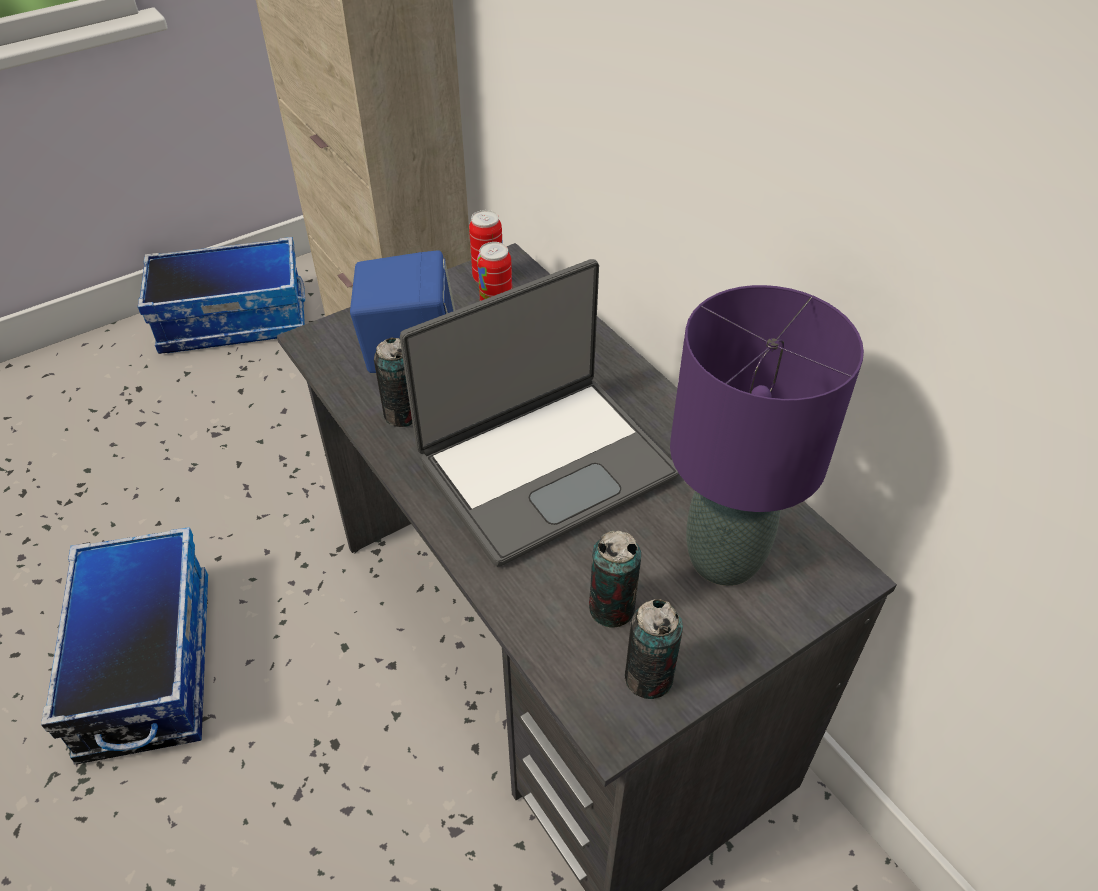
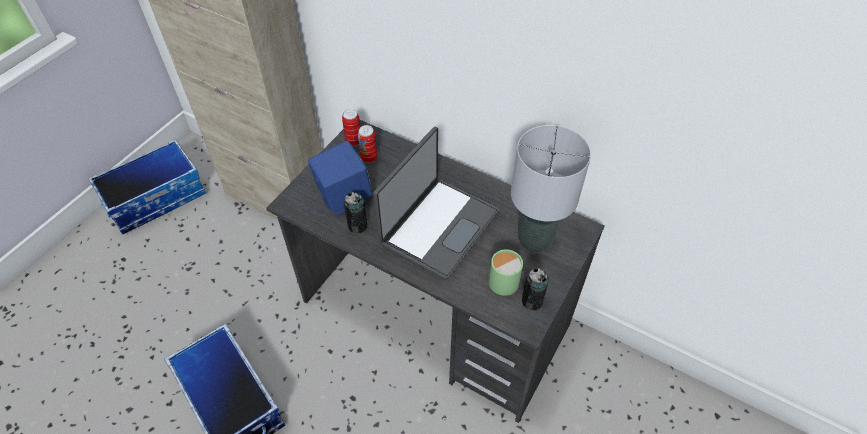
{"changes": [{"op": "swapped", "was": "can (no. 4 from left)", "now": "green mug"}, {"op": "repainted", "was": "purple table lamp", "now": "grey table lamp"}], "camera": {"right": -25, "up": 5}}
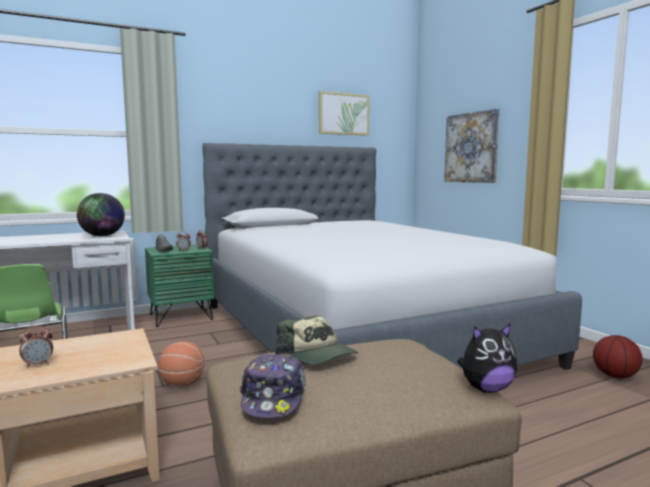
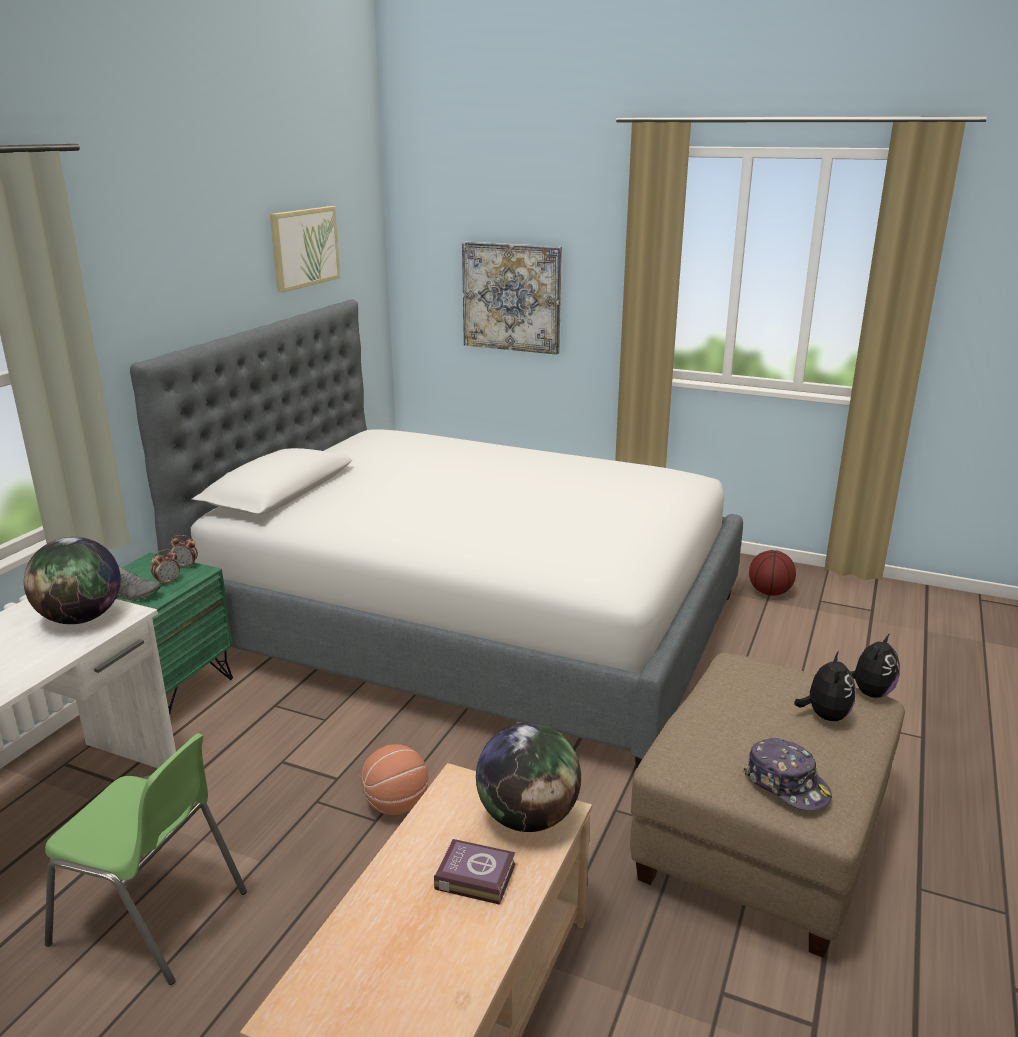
{"changes": [{"op": "gone", "was": "cap (no. 2 from left)"}, {"op": "new", "now": "globe (no. 2 from left)"}, {"op": "new", "now": "plush toy (no. 1 from left)"}, {"op": "swapped", "was": "alarm clock (no. 1 from left)", "now": "book"}], "camera": {"right": -40, "up": 15}}
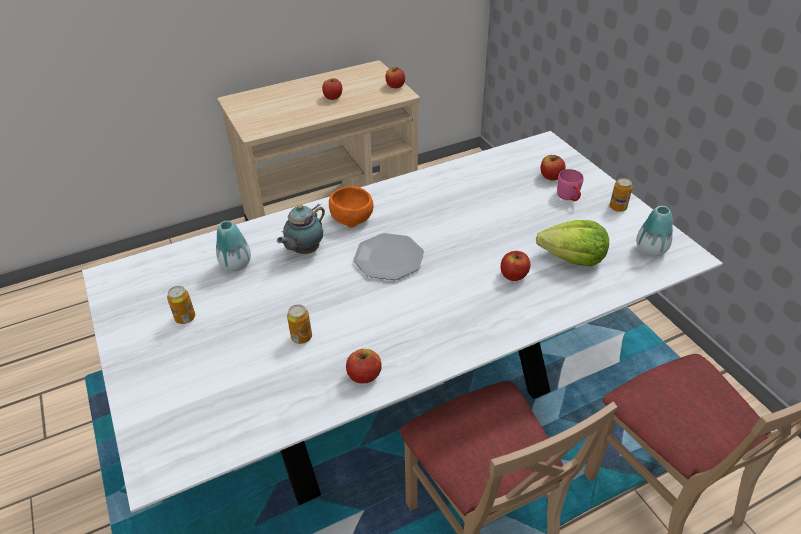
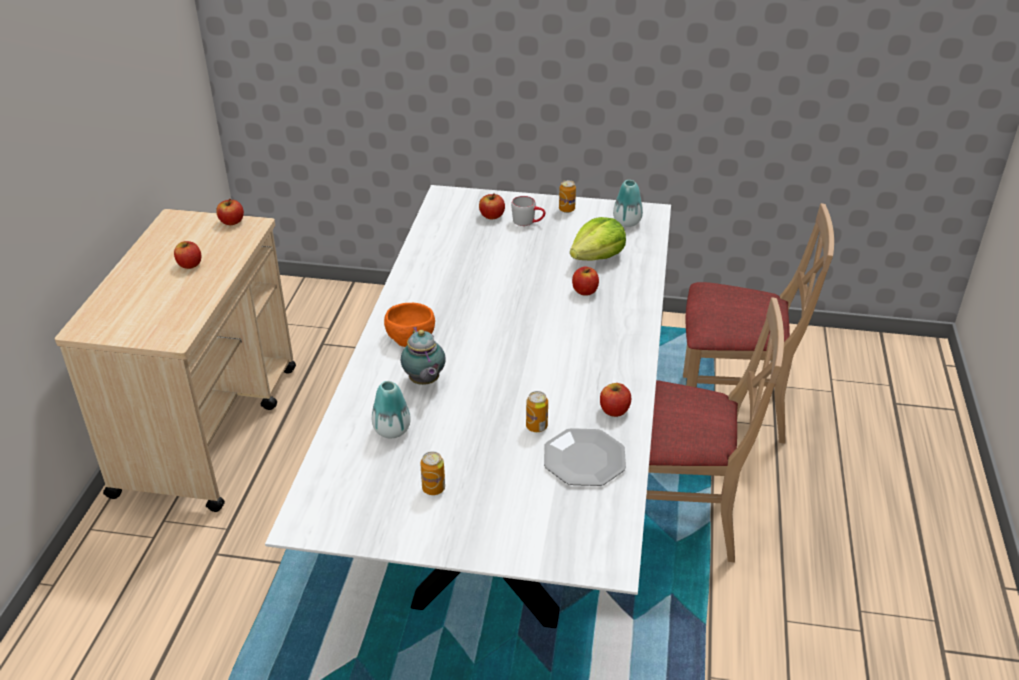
{"changes": [{"op": "shifted", "was": "plate"}, {"op": "repainted", "was": "pink mug", "now": "grey mug"}], "camera": {"right": -55, "up": -5}}
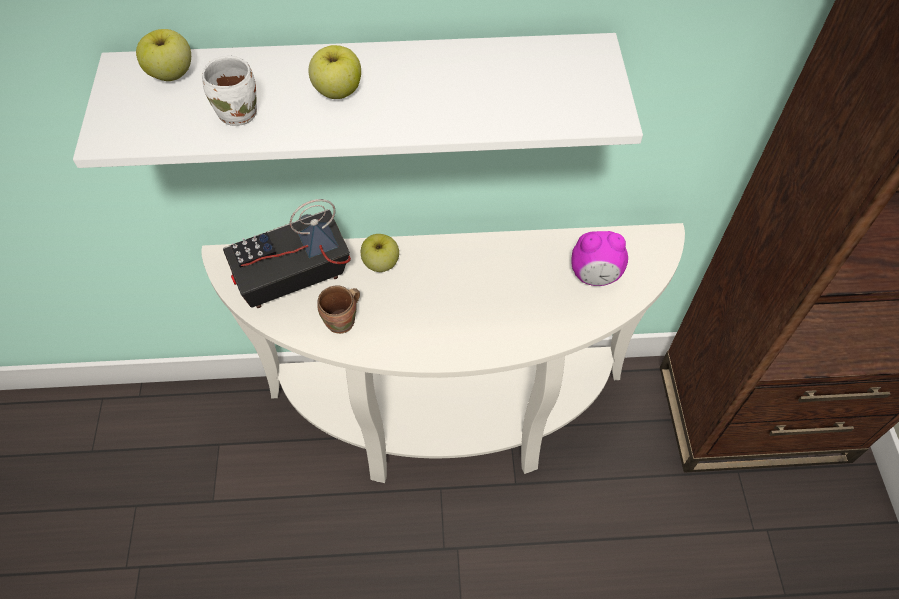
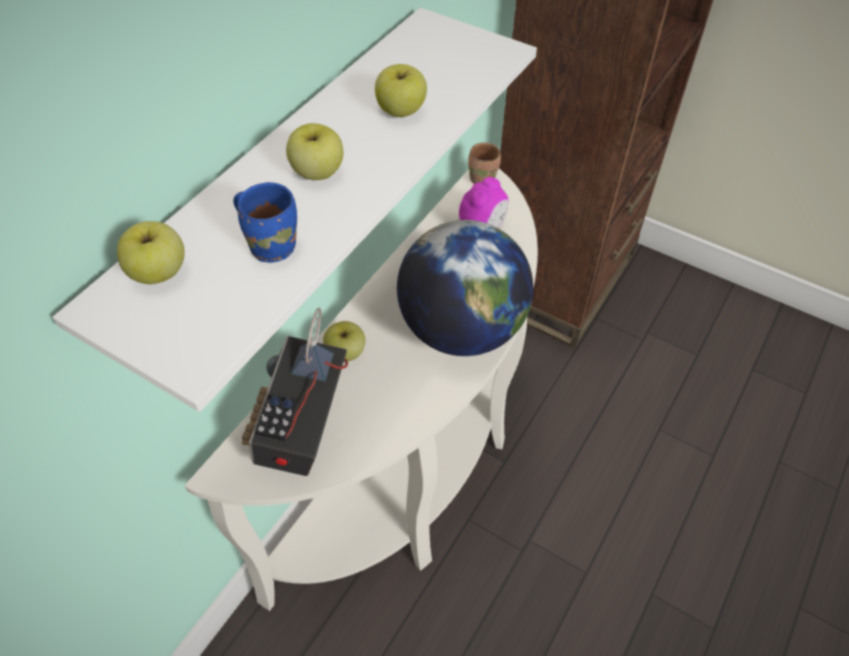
{"changes": [{"op": "new", "now": "apple (no. 4 from left)"}, {"op": "new", "now": "globe"}, {"op": "shifted", "was": "brown mug"}, {"op": "repainted", "was": "white mug", "now": "blue mug"}], "camera": {"right": -55, "up": -5}}
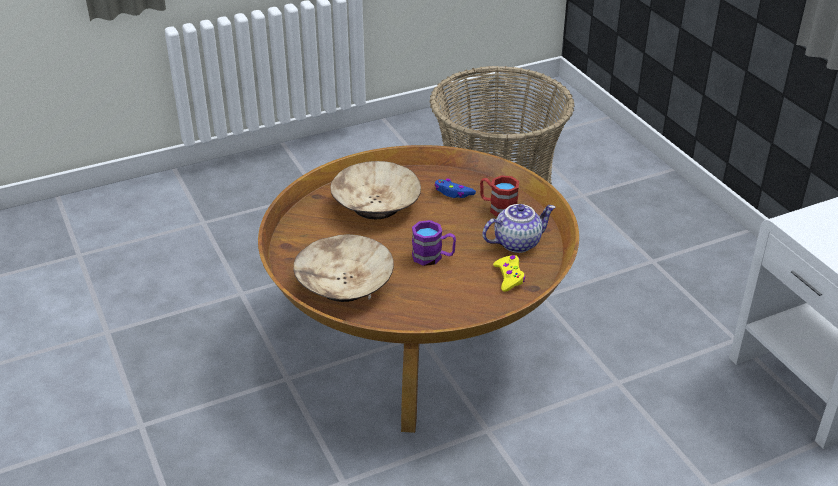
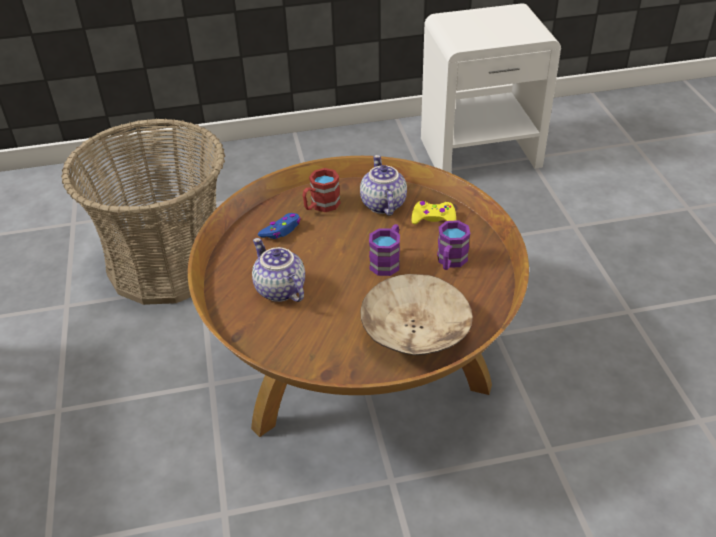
{"changes": [{"op": "new", "now": "purple mug (no. 2 from left)"}, {"op": "swapped", "was": "beige bowl (no. 2 from left)", "now": "teapot (no. 1 from left)"}], "camera": {"right": -75, "up": 5}}
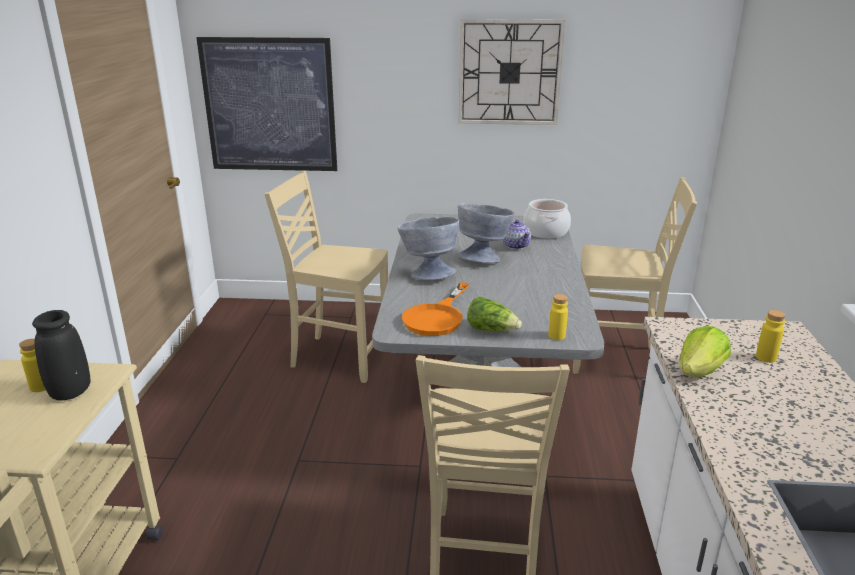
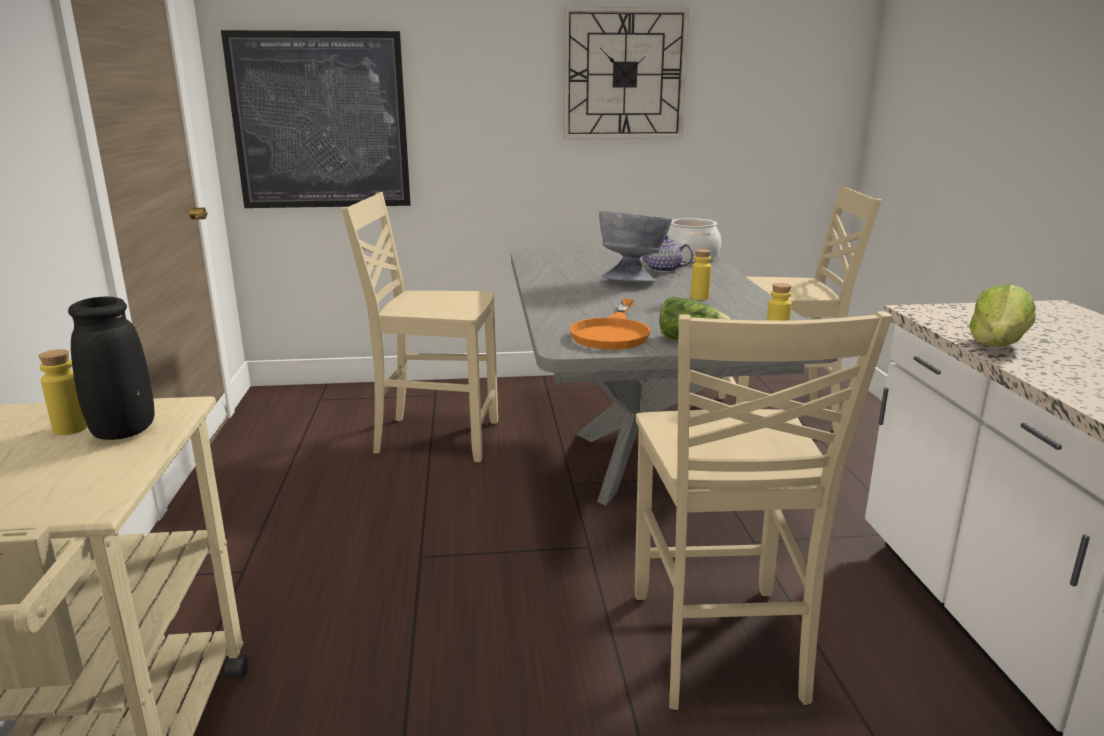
{"changes": [{"op": "gone", "was": "grey bowl (no. 1 from left)"}, {"op": "shifted", "was": "yellow bottle (no. 3 from left in the first image)", "now": "yellow bottle (no. 2 from left)"}, {"op": "rotated", "was": "teapot", "clockwise": 150}], "camera": {"right": -10, "up": -5}}
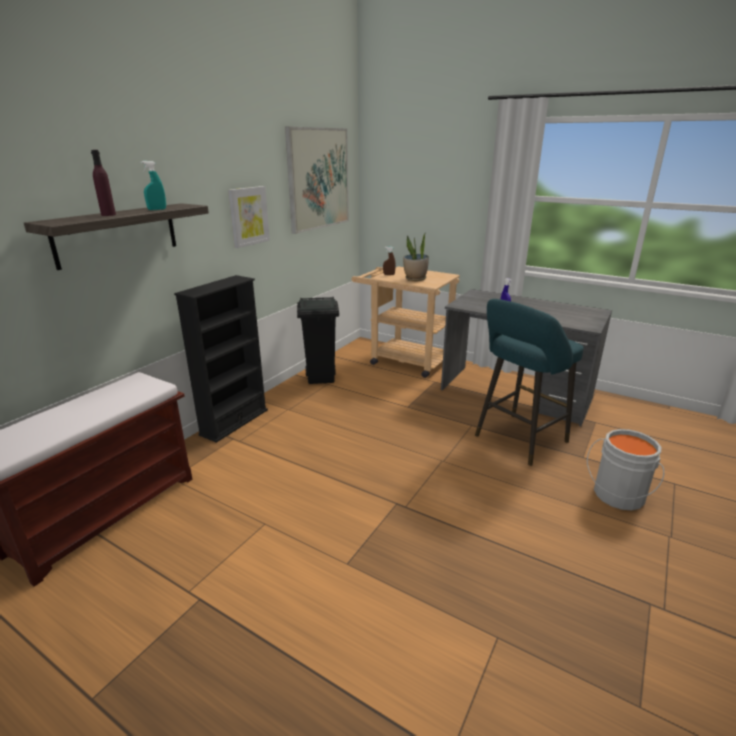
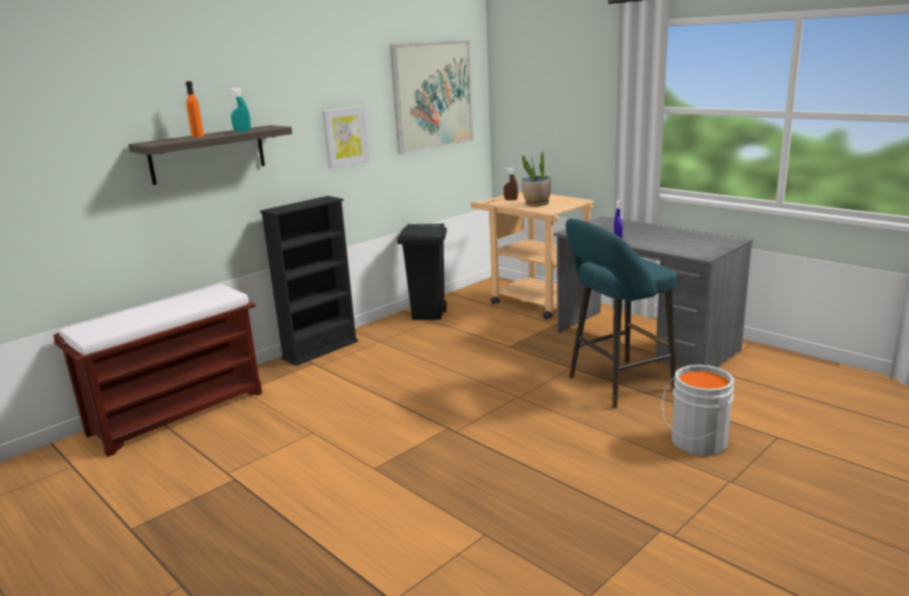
{"changes": [{"op": "repainted", "was": "purple bottle", "now": "orange bottle"}], "camera": {"right": 15, "up": -5}}
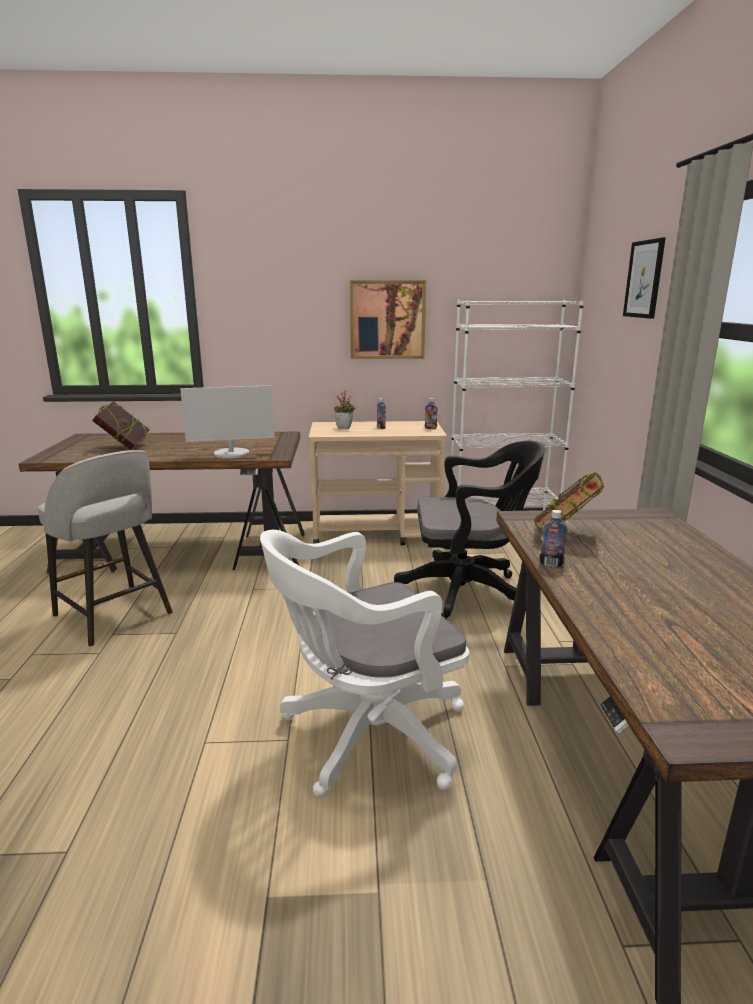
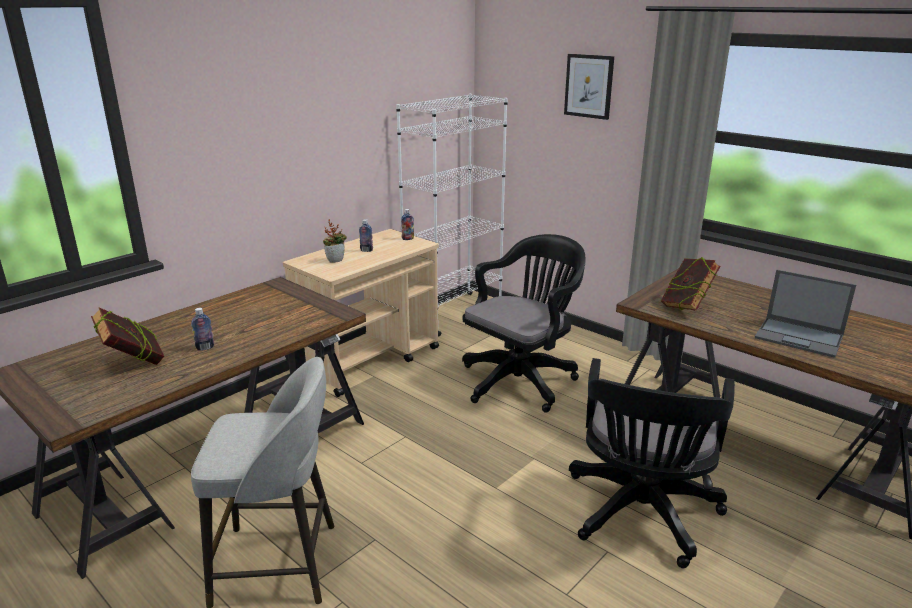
{"changes": [{"op": "gone", "was": "monitor"}, {"op": "gone", "was": "picture (no. 1 from left)"}, {"op": "new", "now": "laptop"}, {"op": "shifted", "was": "bottle (no. 3 from left in the first image)", "now": "bottle (no. 1 from left)"}, {"op": "repainted", "was": "white office chair", "now": "black office chair (no. 2 from left)"}], "camera": {"right": -45, "up": 5}}
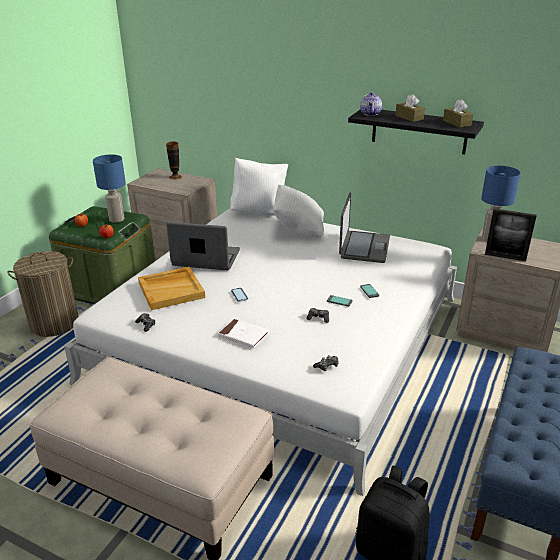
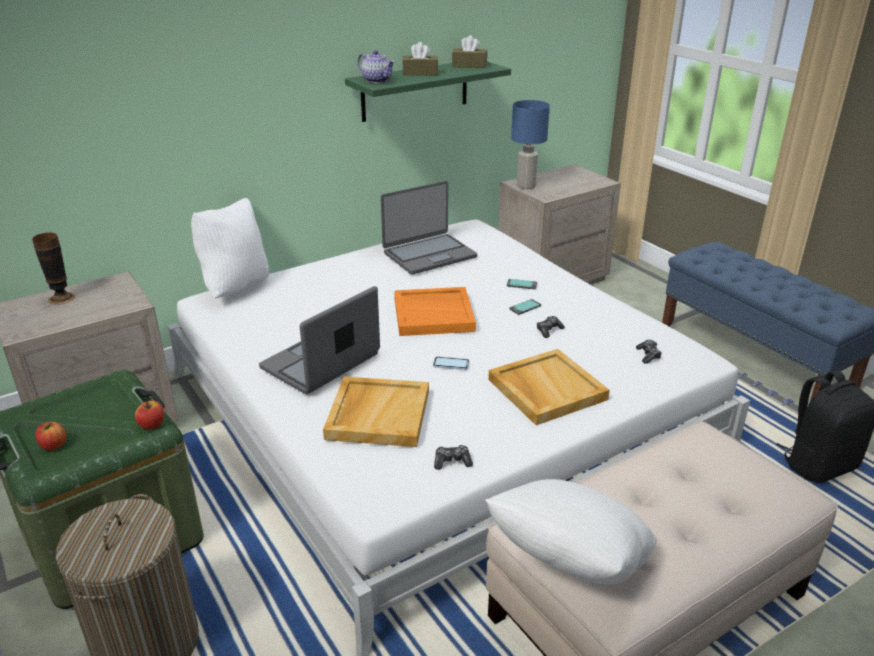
{"changes": [{"op": "gone", "was": "blue table lamp (no. 1 from left)"}, {"op": "gone", "was": "picture frame"}, {"op": "new", "now": "orange tray"}, {"op": "shifted", "was": "white pillow (no. 2 from left)"}, {"op": "swapped", "was": "white book", "now": "beige tray (no. 2 from left)"}, {"op": "repainted", "was": "black shelf", "now": "green shelf"}, {"op": "rotated", "was": "laptop (no. 2 from left)", "clockwise": 105}], "camera": {"right": -60, "up": 0}}
